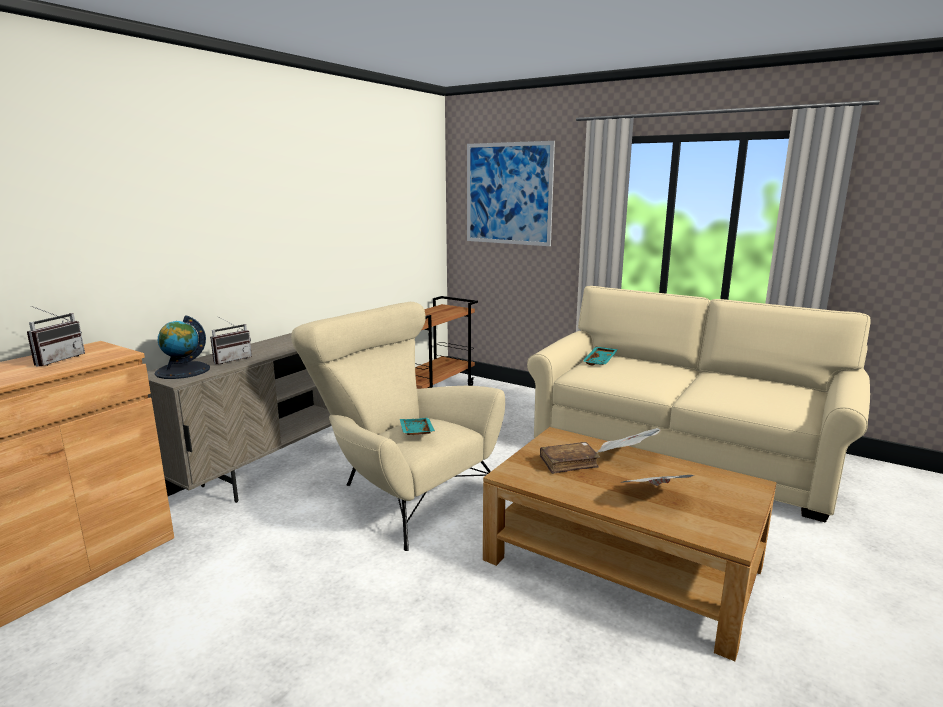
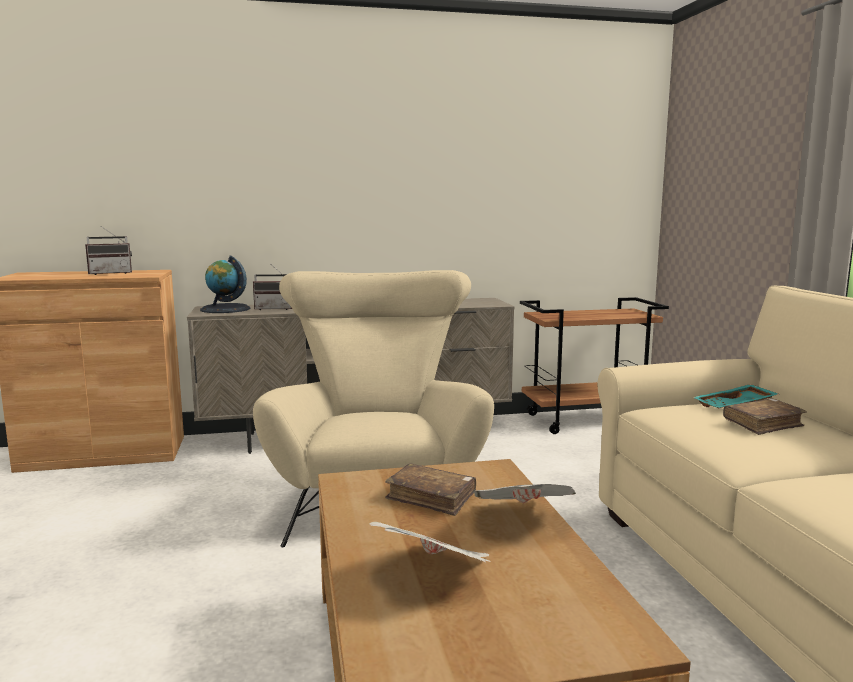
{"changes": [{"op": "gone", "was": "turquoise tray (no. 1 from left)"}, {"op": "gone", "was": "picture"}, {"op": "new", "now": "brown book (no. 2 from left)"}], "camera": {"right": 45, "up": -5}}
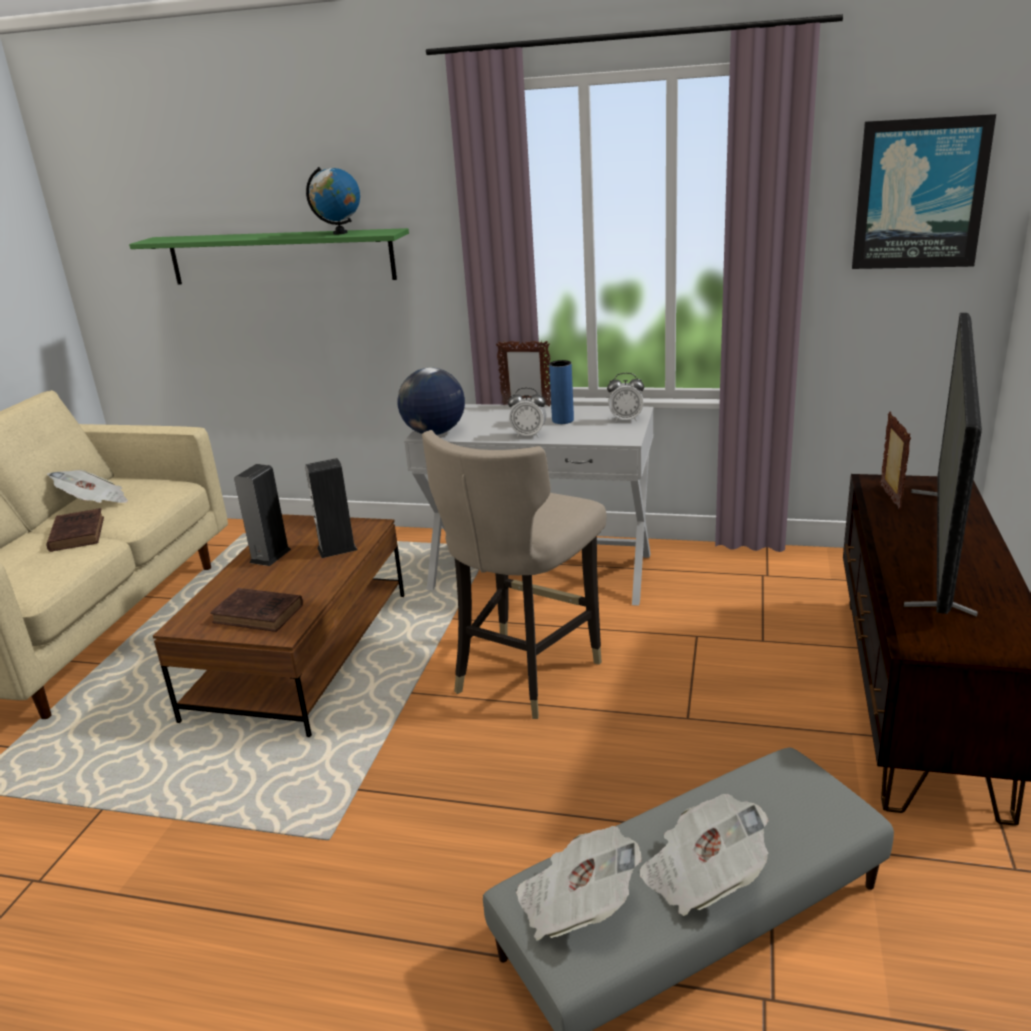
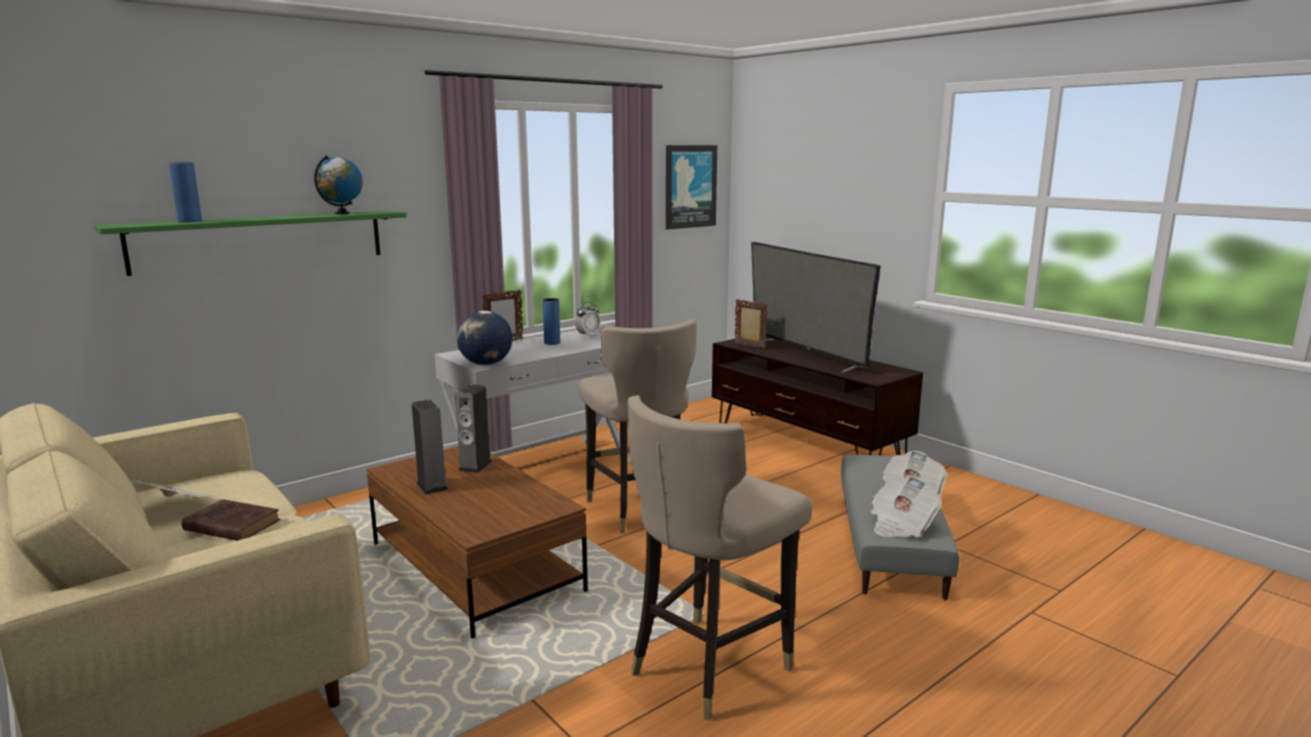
{"changes": [{"op": "gone", "was": "brown book (no. 2 from left)"}, {"op": "gone", "was": "alarm clock (no. 1 from left)"}, {"op": "new", "now": "blue vase (no. 1 from left)"}, {"op": "new", "now": "beige stool (no. 2 from left)"}], "camera": {"right": -55, "up": -10}}
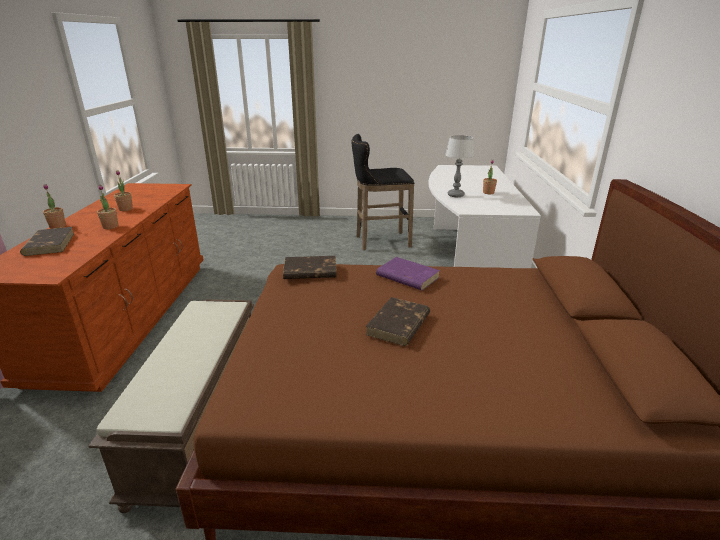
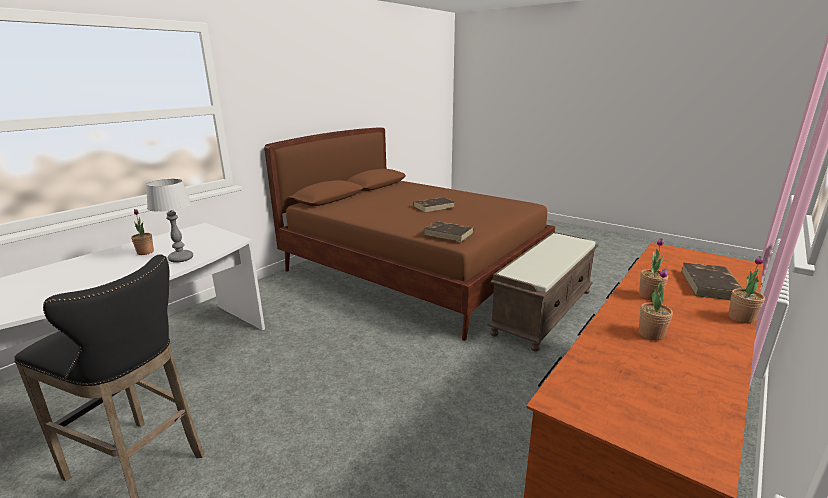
{"changes": [{"op": "gone", "was": "purple book"}], "camera": {"right": -145, "up": -5}}
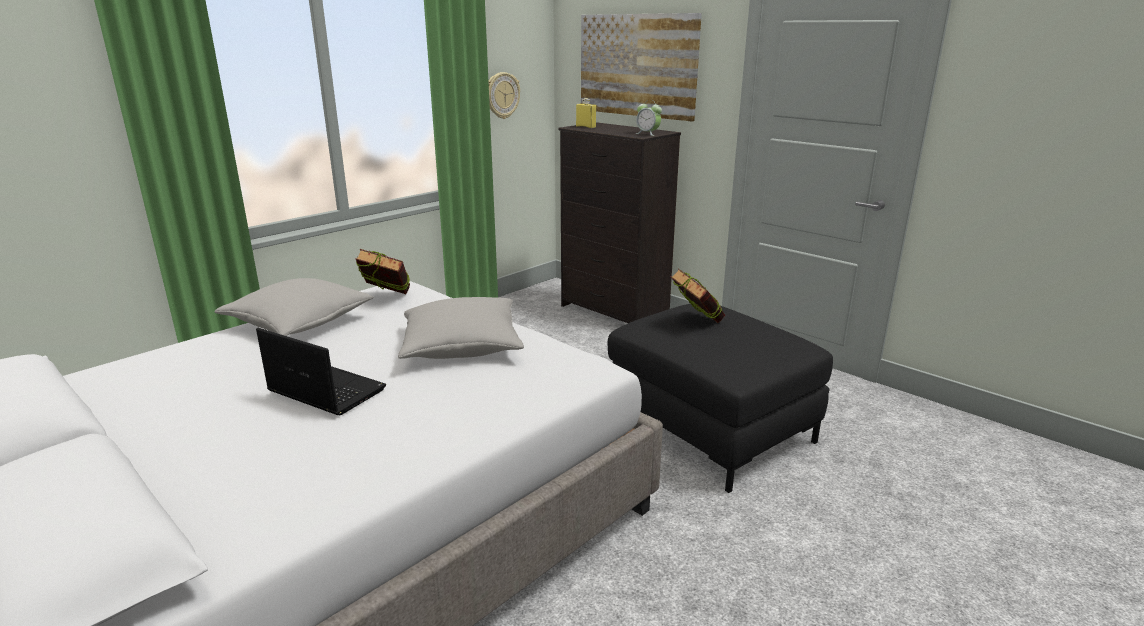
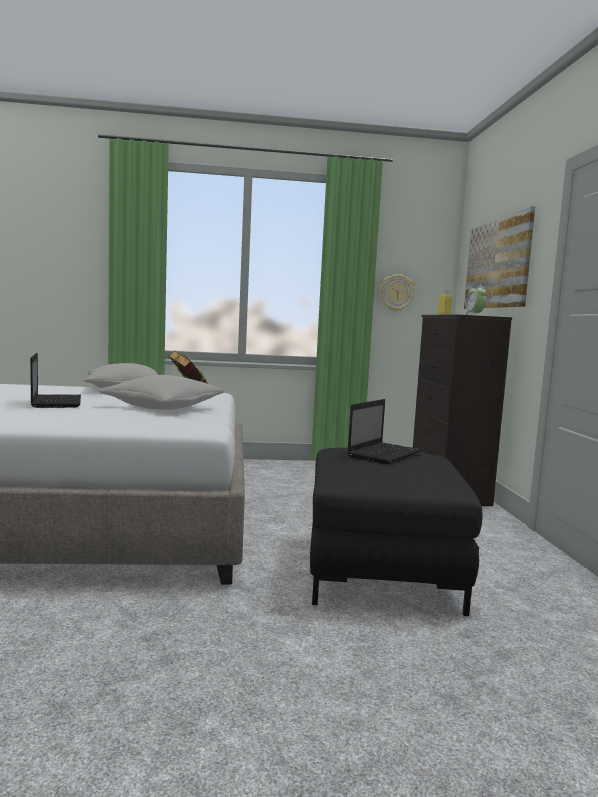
{"changes": [{"op": "swapped", "was": "book (no. 2 from left)", "now": "laptop (no. 2 from left)"}], "camera": {"right": 40, "up": -15}}
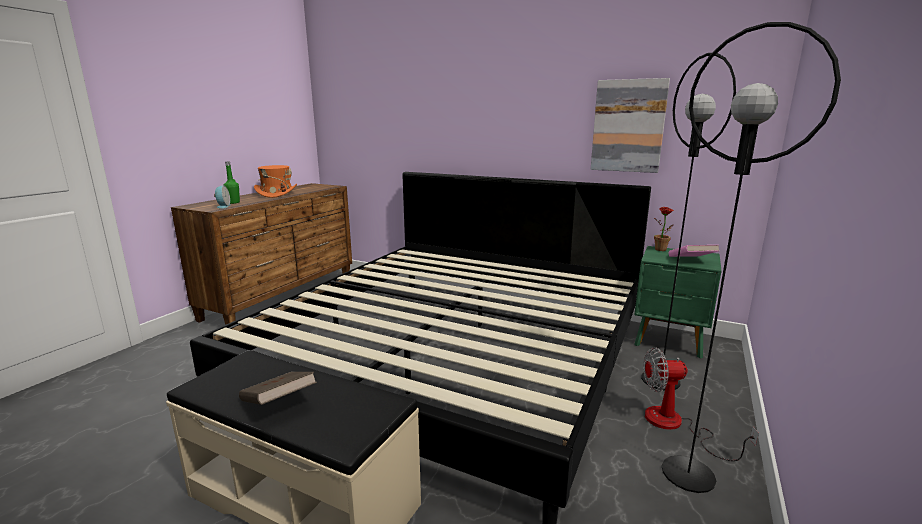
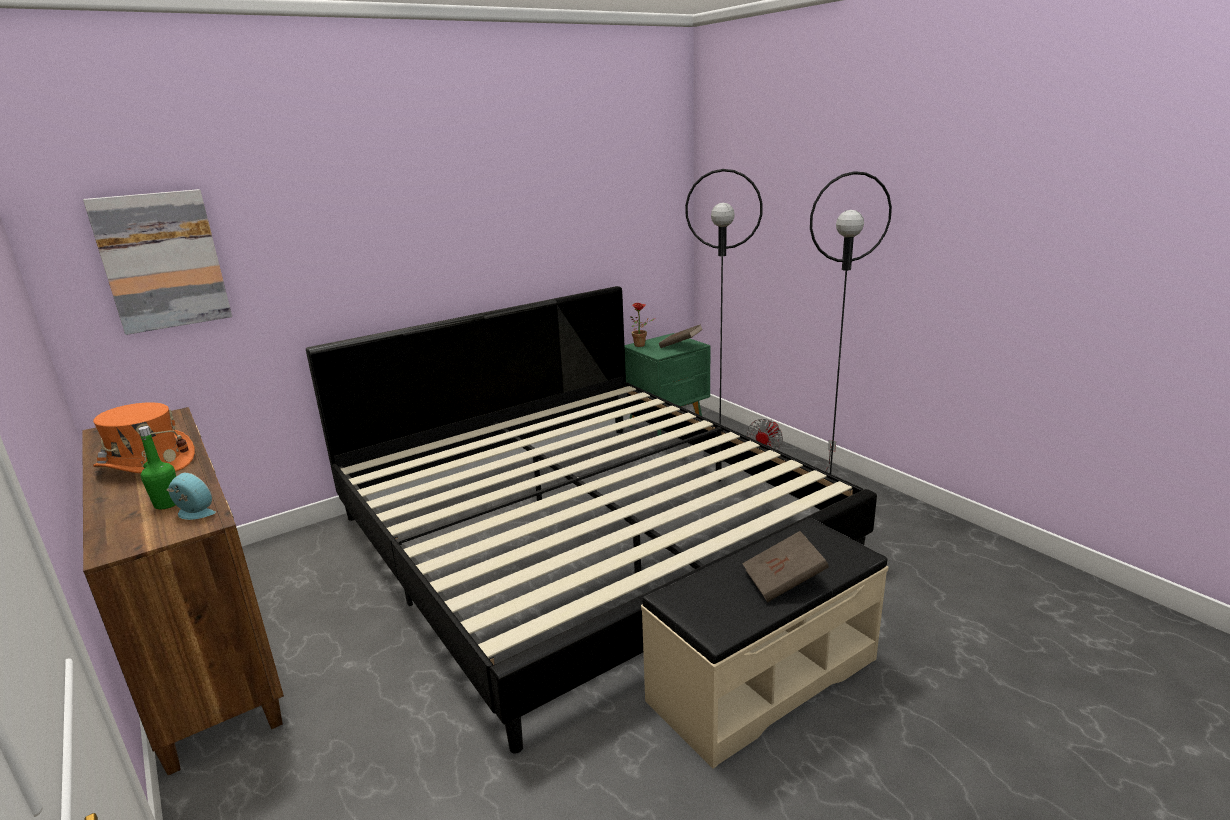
{"changes": [{"op": "shifted", "was": "picture"}, {"op": "repainted", "was": "pink book", "now": "brown book (no. 1 from left)"}], "camera": {"right": -60, "up": 5}}
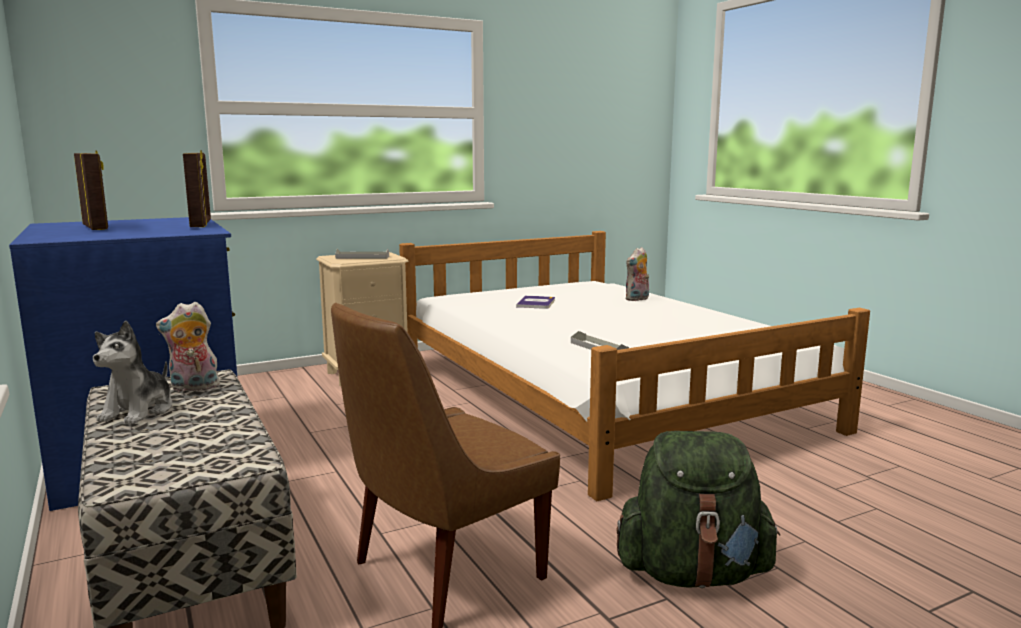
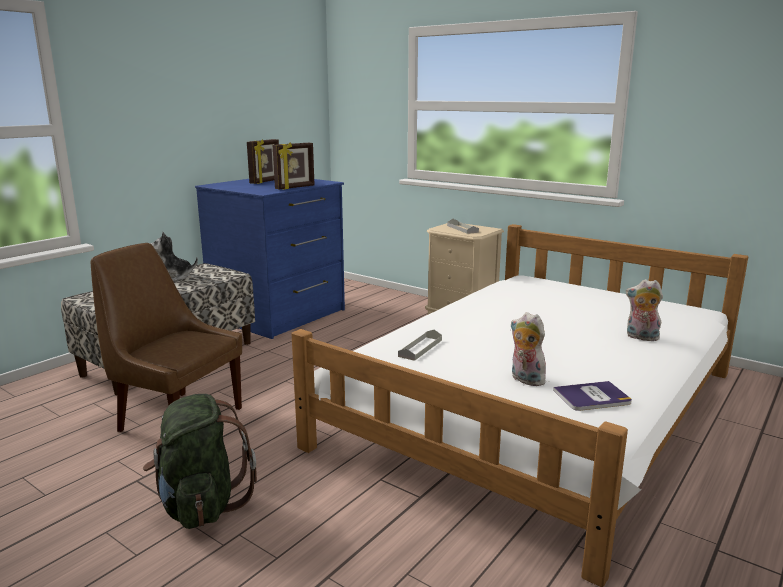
{"changes": [{"op": "shifted", "was": "plush toy (no. 2 from left)"}, {"op": "shifted", "was": "book"}], "camera": {"right": 65, "up": 5}}
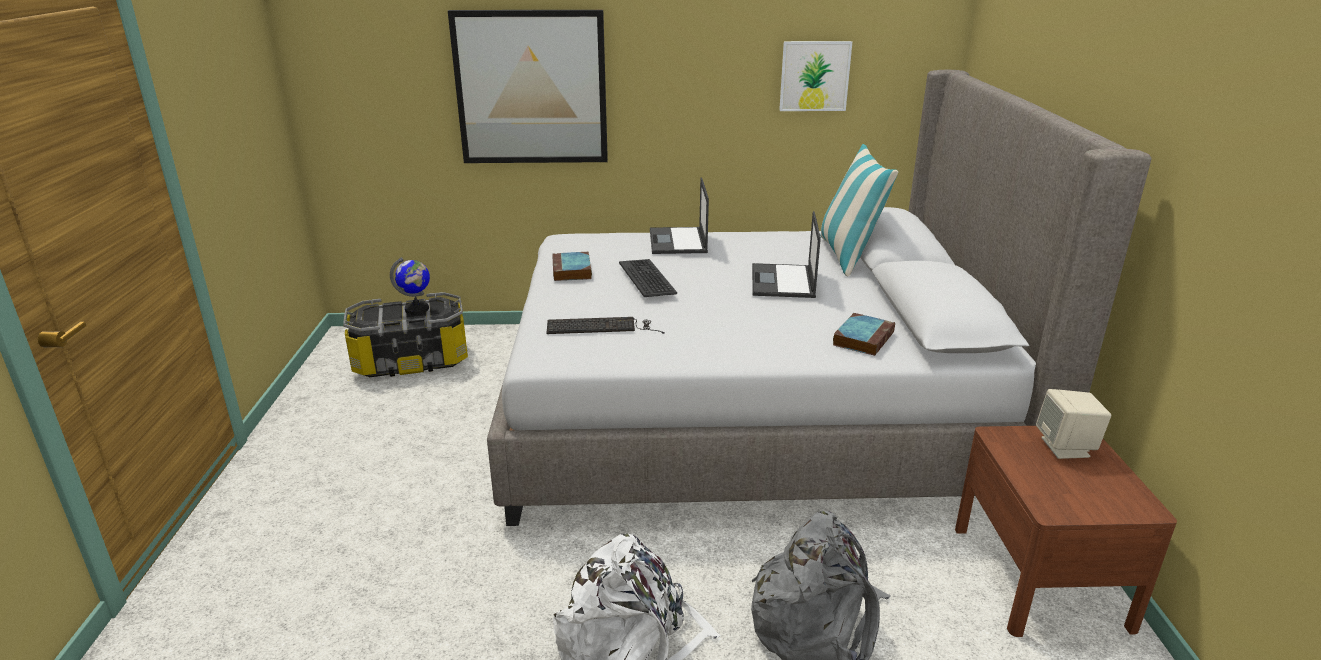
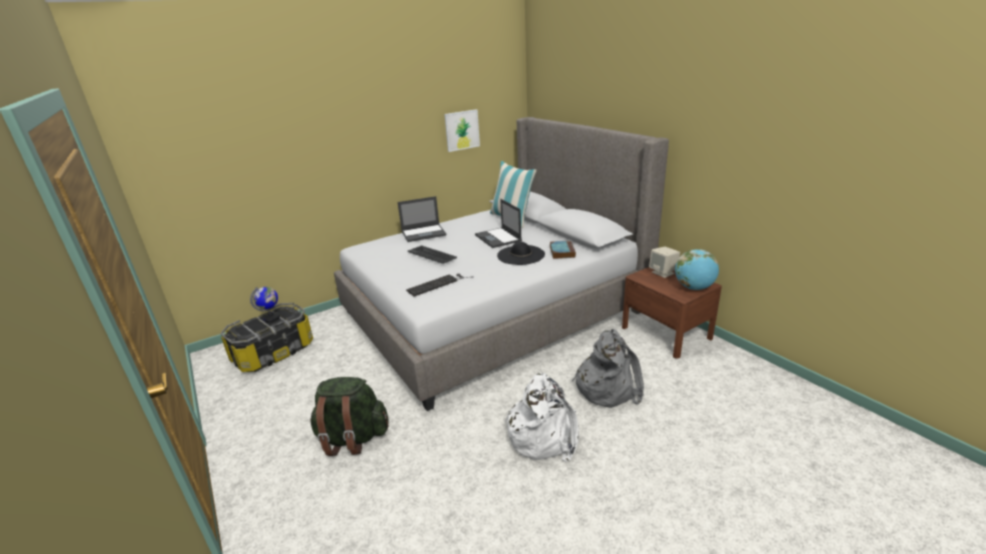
{"changes": [{"op": "gone", "was": "picture (no. 1 from left)"}, {"op": "gone", "was": "book (no. 1 from left)"}, {"op": "new", "now": "green backpack"}, {"op": "new", "now": "black hat"}, {"op": "new", "now": "globe (no. 2 from left)"}, {"op": "rotated", "was": "laptop (no. 1 from left)", "clockwise": -75}], "camera": {"right": -30, "up": 0}}
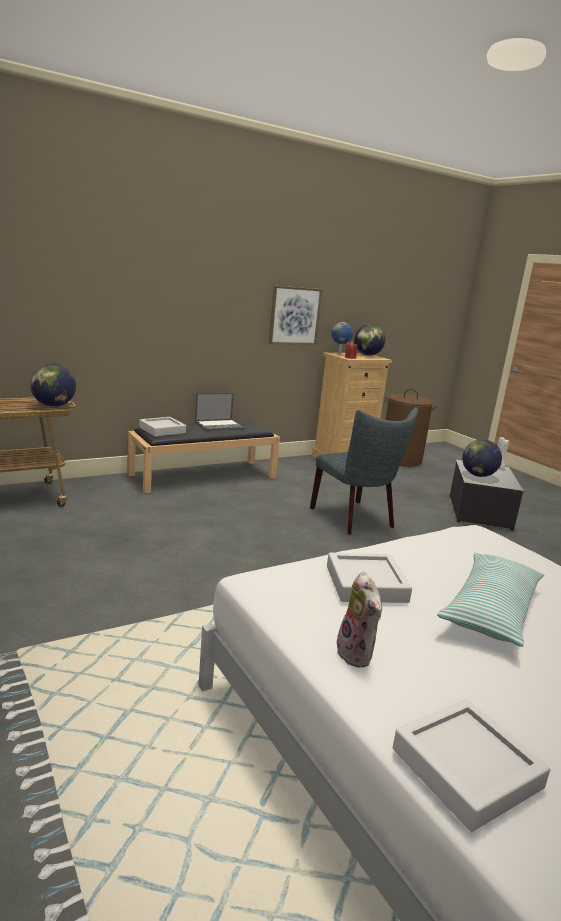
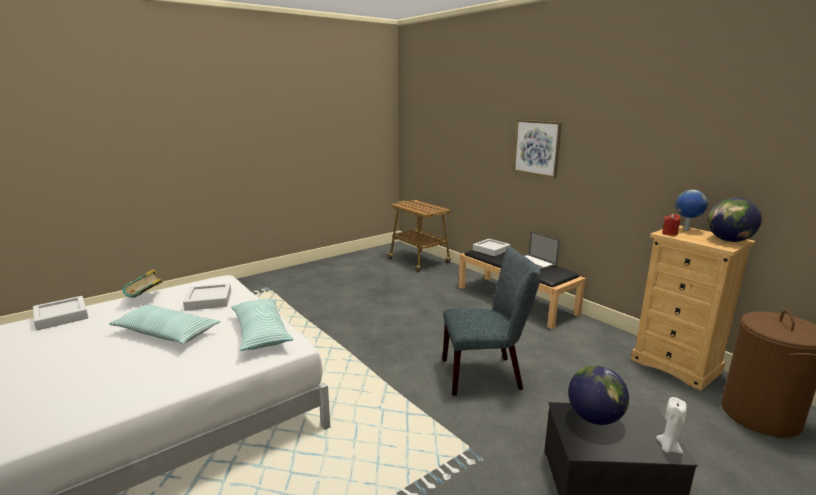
{"changes": [{"op": "gone", "was": "globe (no. 1 from left)"}, {"op": "new", "now": "pillow (no. 2 from left)"}, {"op": "shifted", "was": "picture"}, {"op": "swapped", "was": "plush toy", "now": "book"}, {"op": "rotated", "was": "grey chair", "clockwise": -150}], "camera": {"right": 85, "up": 0}}
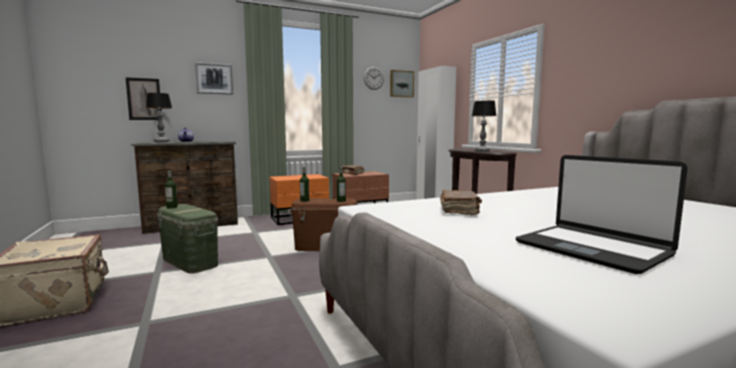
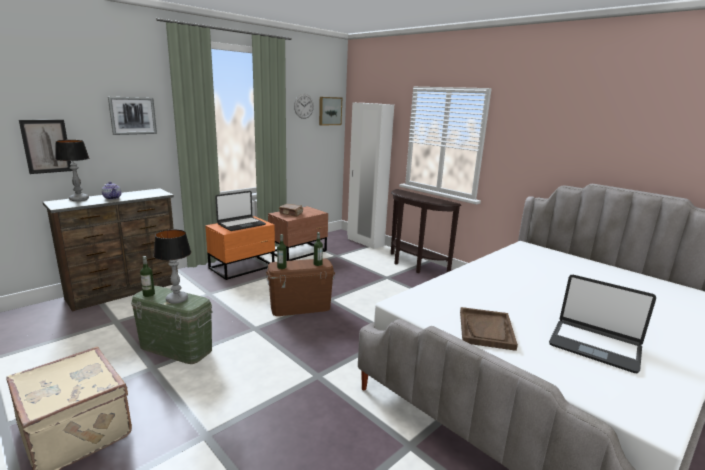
{"changes": [{"op": "gone", "was": "brown book (no. 2 from left)"}, {"op": "new", "now": "laptop (no. 1 from left)"}, {"op": "new", "now": "brown tray"}, {"op": "shifted", "was": "table lamp (no. 2 from left)"}], "camera": {"right": -20, "up": 10}}
